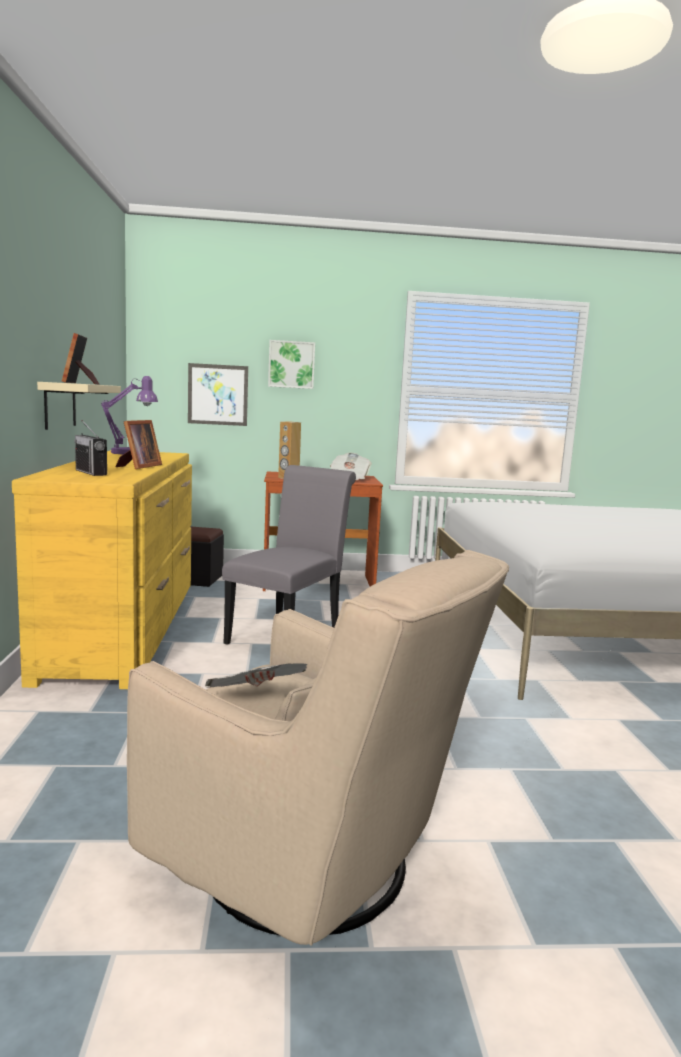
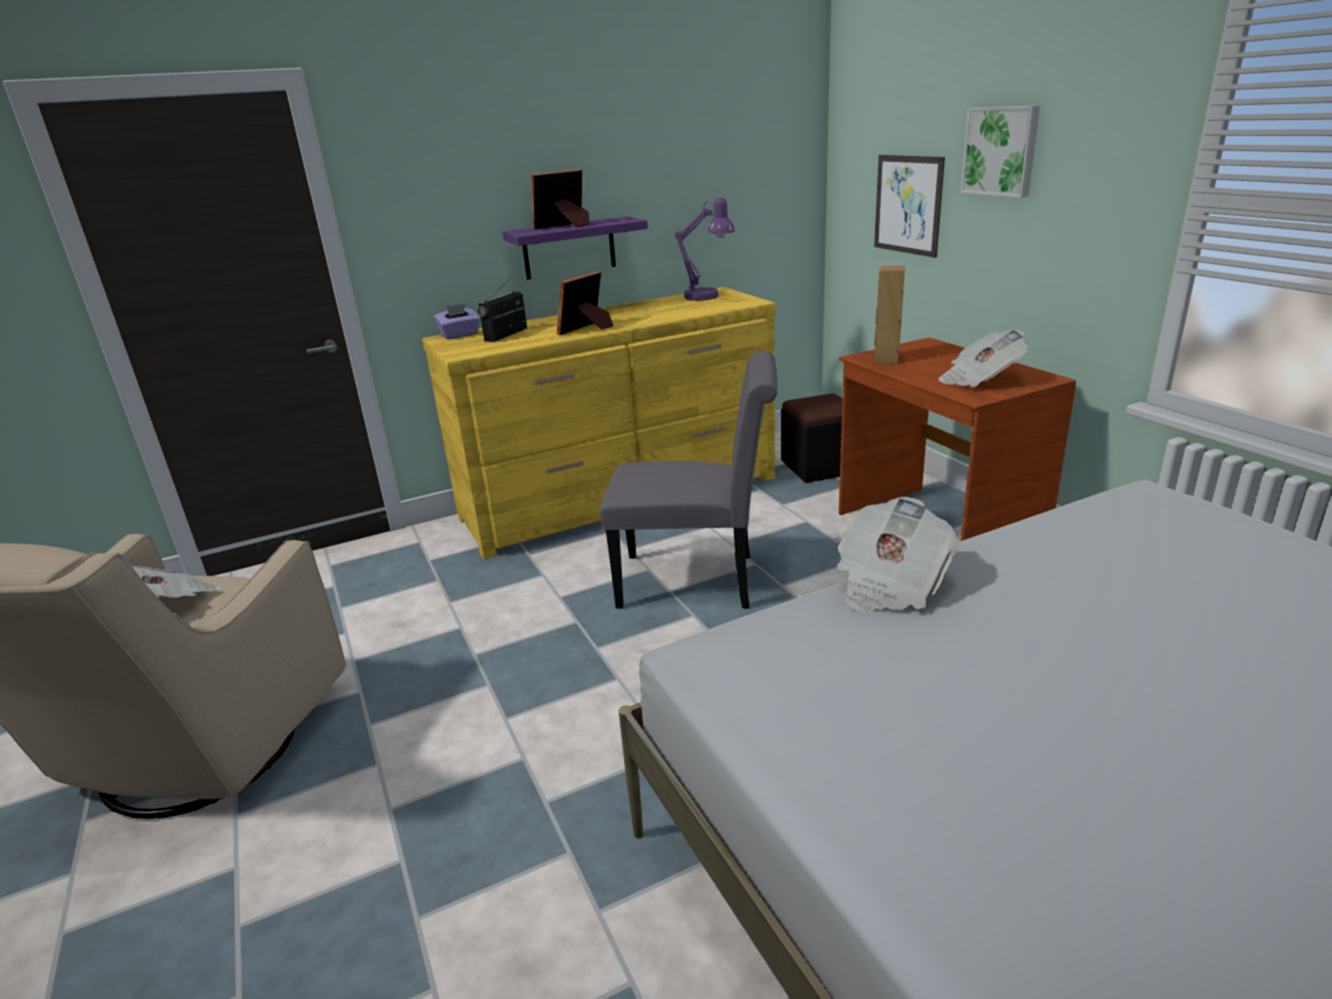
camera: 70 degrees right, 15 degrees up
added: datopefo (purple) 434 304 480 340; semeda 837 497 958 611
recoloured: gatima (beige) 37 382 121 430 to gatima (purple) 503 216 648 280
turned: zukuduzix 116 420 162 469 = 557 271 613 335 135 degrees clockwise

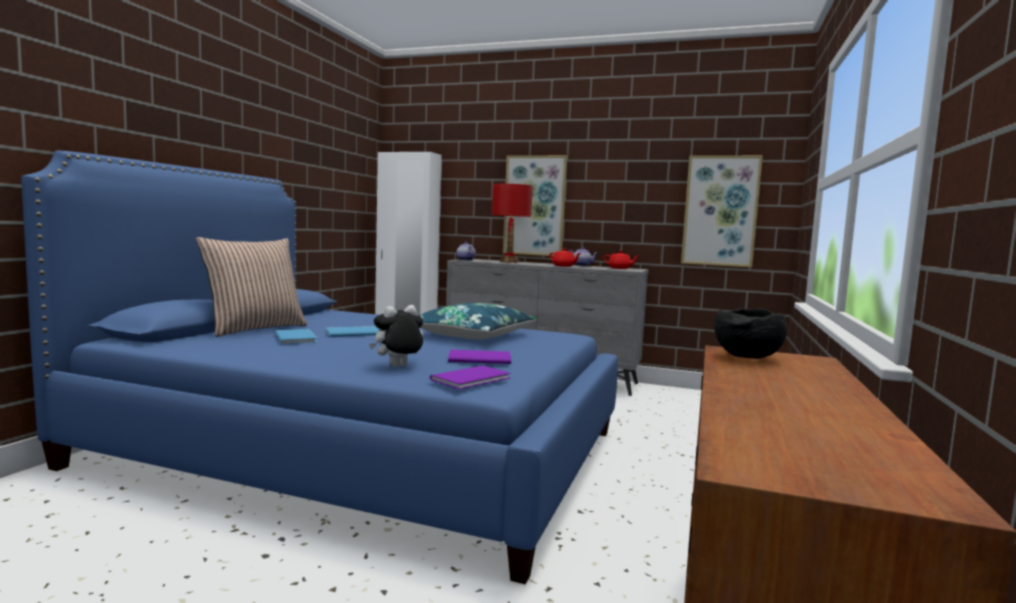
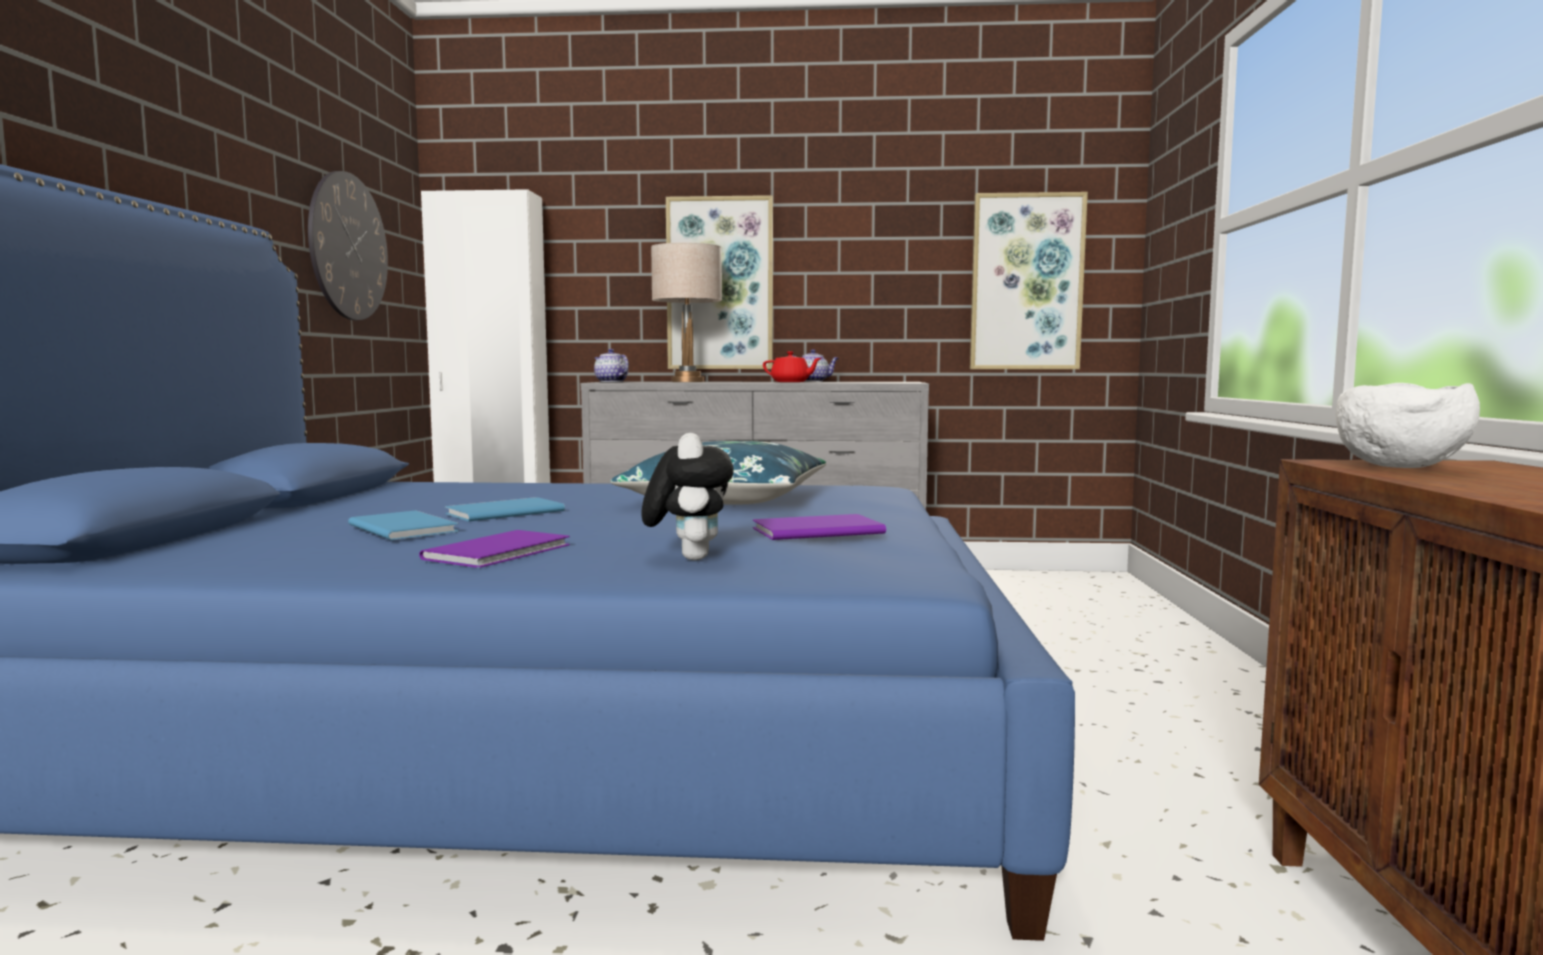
camera: 15 degrees left, 0 degrees up
removed: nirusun 196 237 307 337; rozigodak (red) 603 251 640 269
added: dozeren 308 171 388 320
moved: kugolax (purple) 430 366 510 389 to 419 530 570 568
recoloured: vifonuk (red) 491 184 533 263 to vifonuk (beige) 651 243 722 382; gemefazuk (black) 714 308 787 359 to gemefazuk (white) 1336 383 1480 468
turned: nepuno 369 305 423 367 = 641 433 734 560 135 degrees clockwise

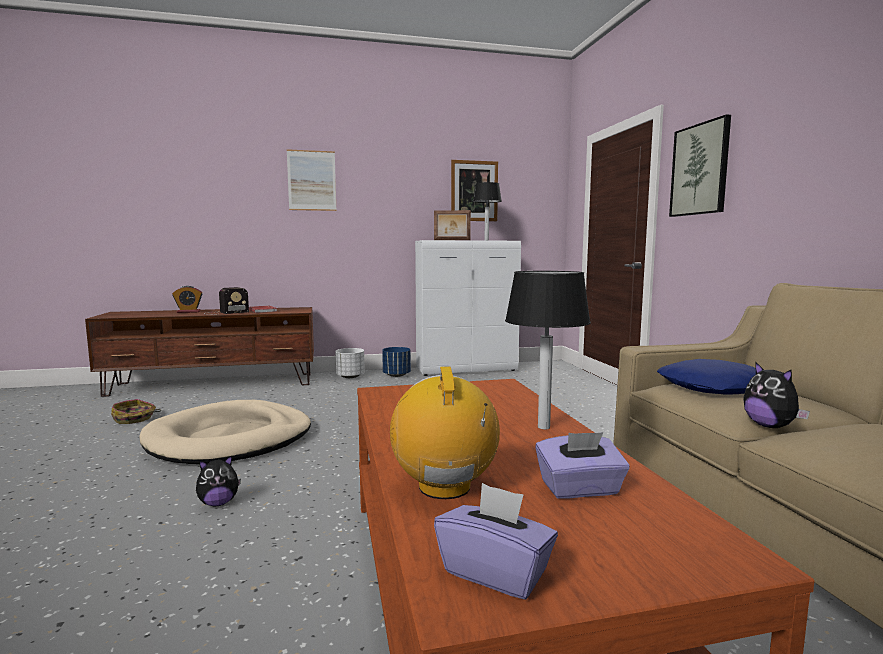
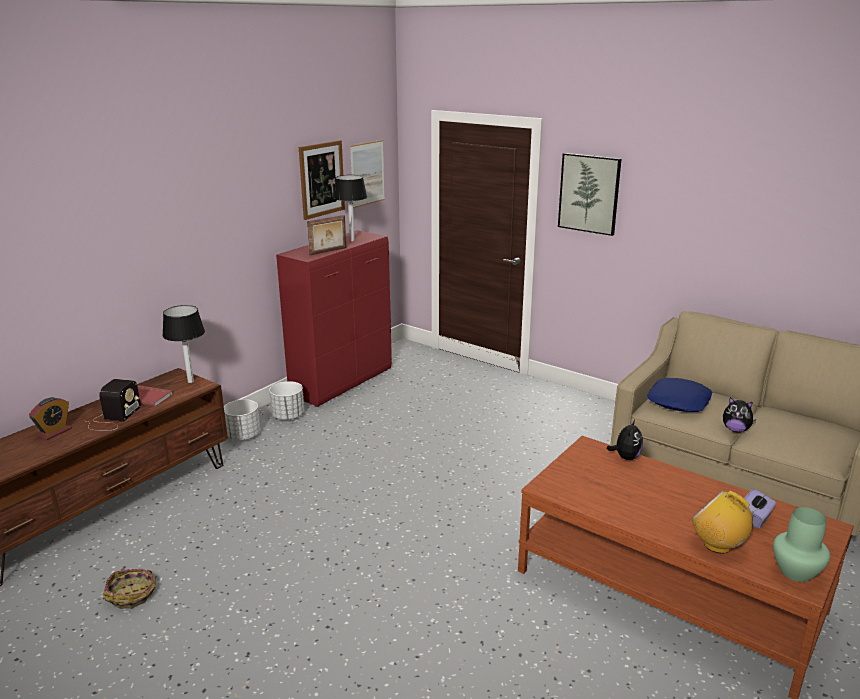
camera: 40 degrees left, 15 degrees up
removed: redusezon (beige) 139 400 311 464
moved: vifonuk 505 271 591 429 to 162 305 205 383; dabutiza 287 149 336 211 to 350 140 385 208; nepuno 196 455 241 506 to 606 420 643 460
replaced: datopefo (purple) 434 483 558 599 to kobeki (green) 773 507 830 582
recoloured: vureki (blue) 382 347 411 377 to vureki (white) 269 381 304 420; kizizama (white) 415 240 521 376 to kizizama (red) 276 230 392 407

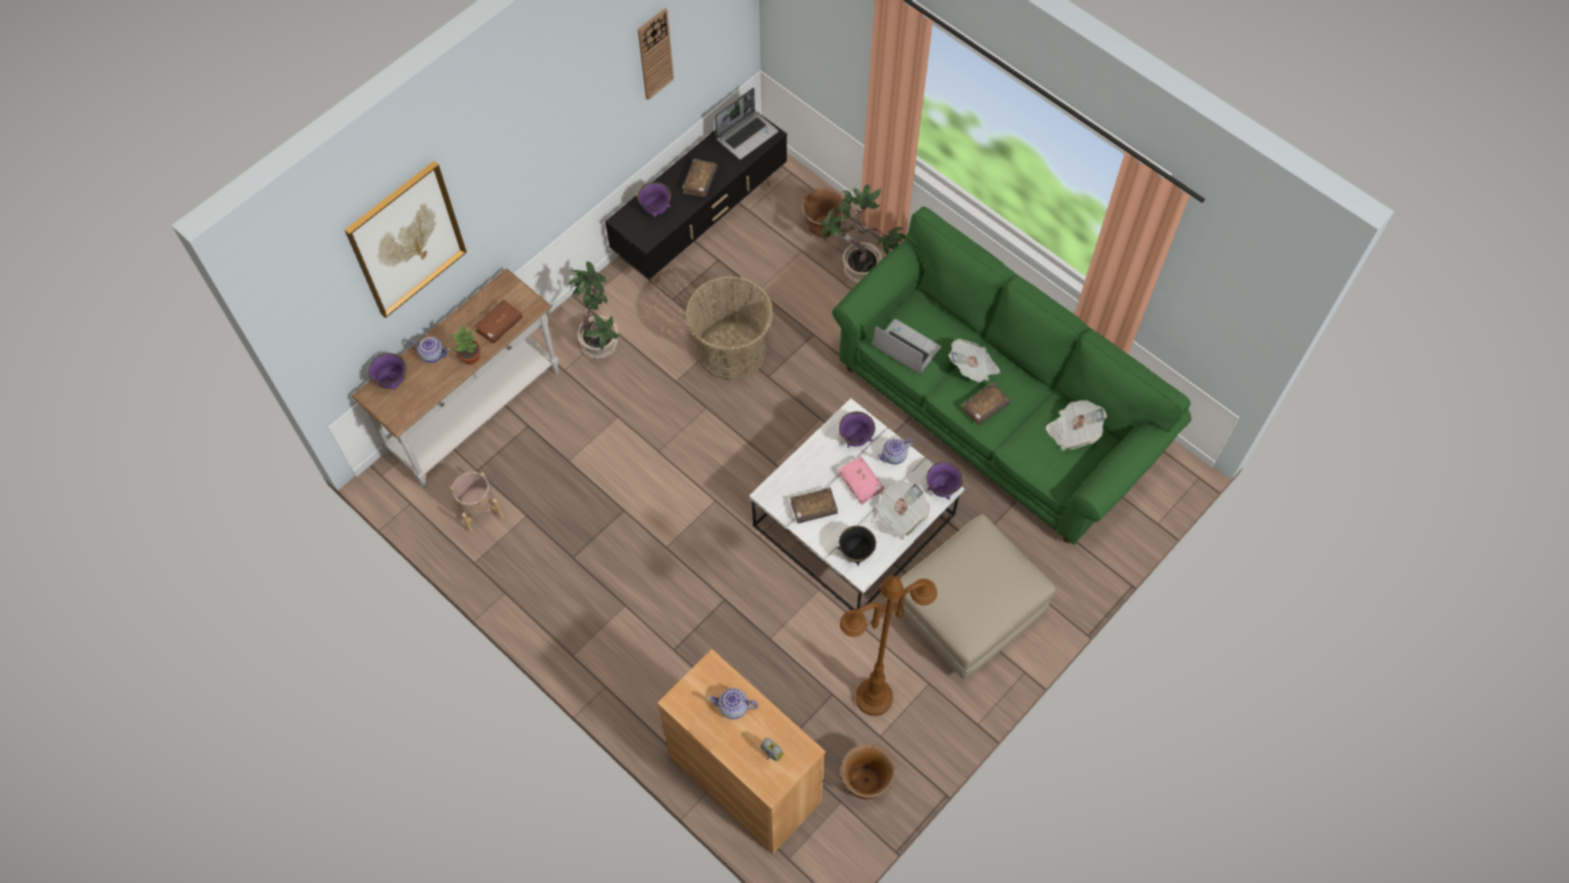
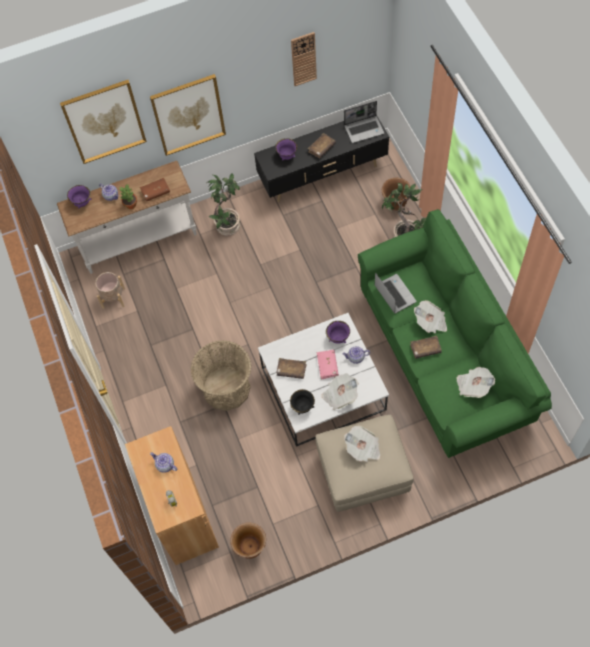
camera: 30 degrees right, 0 degrees up
removed: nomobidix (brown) 840 576 937 716; gemefazuk (purple) 926 462 964 500
added: dabutiza 150 74 226 156; semeda 344 425 380 462
moved: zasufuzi 686 276 774 381 to 190 340 251 411

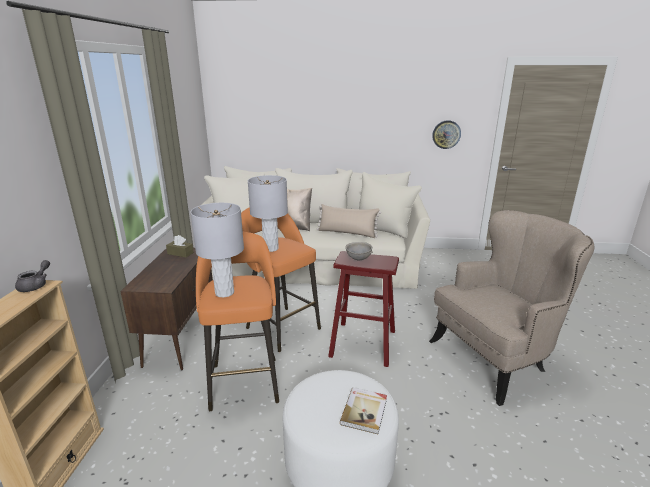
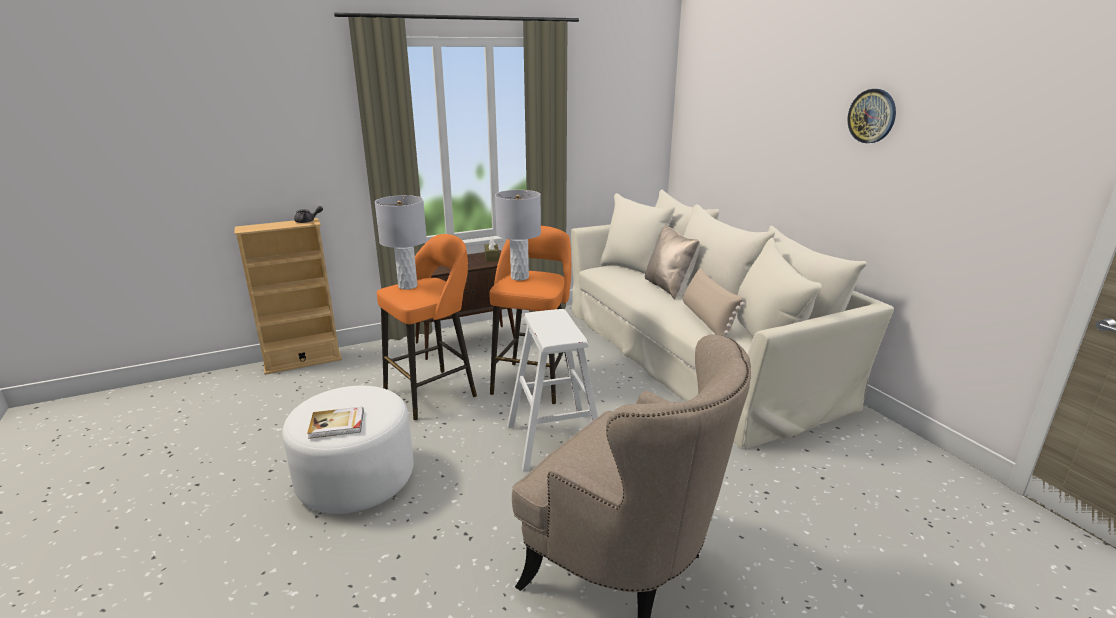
camera: 60 degrees right, 0 degrees up
removed: gemefazuk (grey) 345 242 373 260
moved: dozeren 432 120 461 149 to 847 89 896 143
recoloured: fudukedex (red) 328 251 399 367 to fudukedex (white) 507 309 598 471

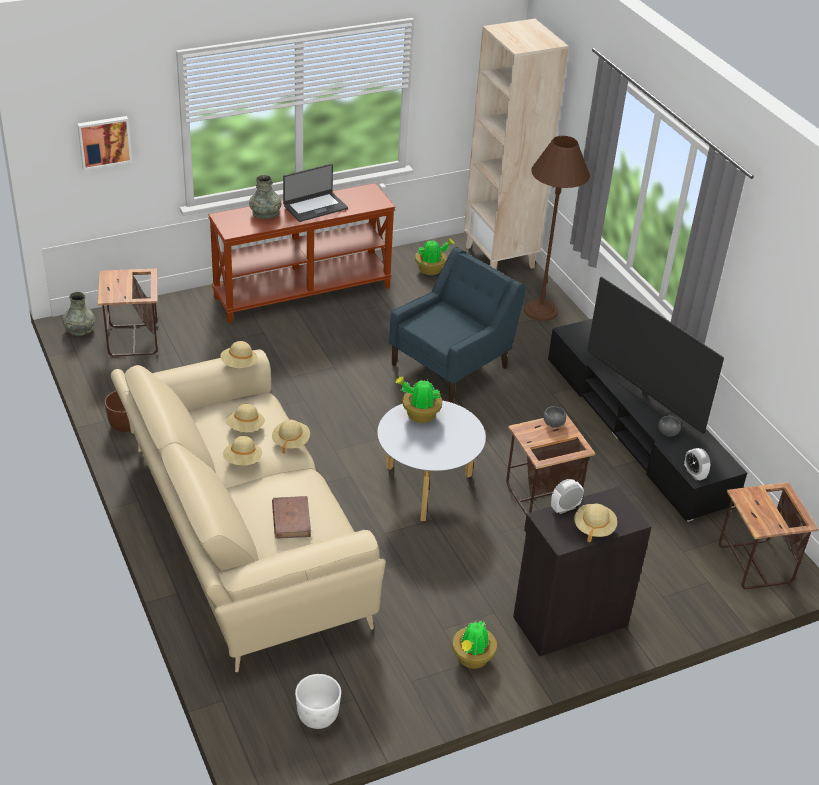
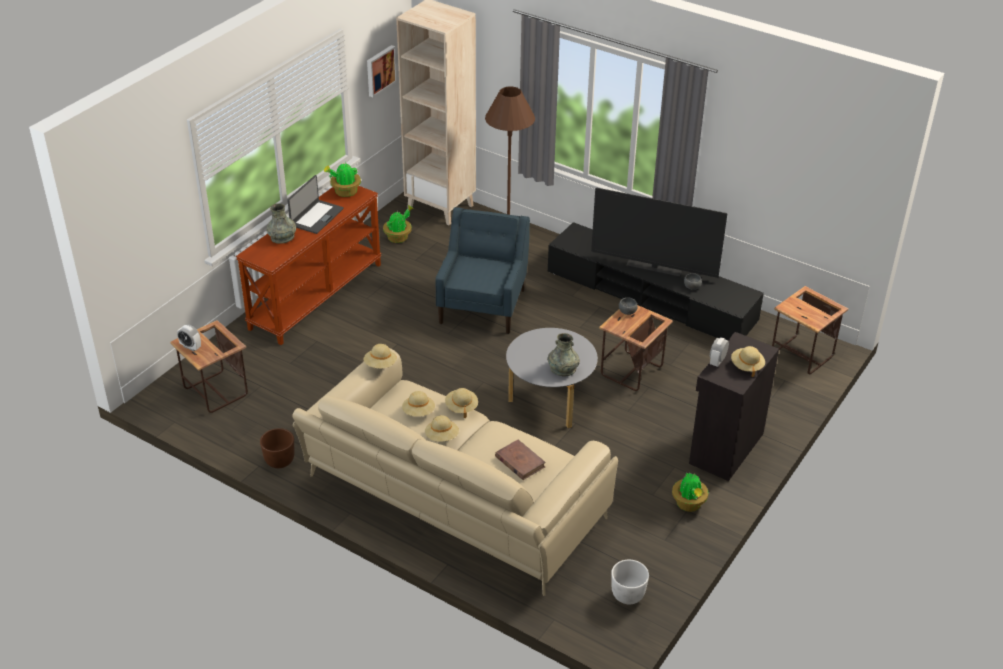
camera: 30 degrees left, 0 degrees up
moved: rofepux 684 448 711 481 to 177 325 201 351; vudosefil 396 376 442 423 to 324 163 361 197; dabutiza 77 116 132 170 to 367 45 397 97; kobeki (grey) 62 292 95 336 to 547 333 580 377

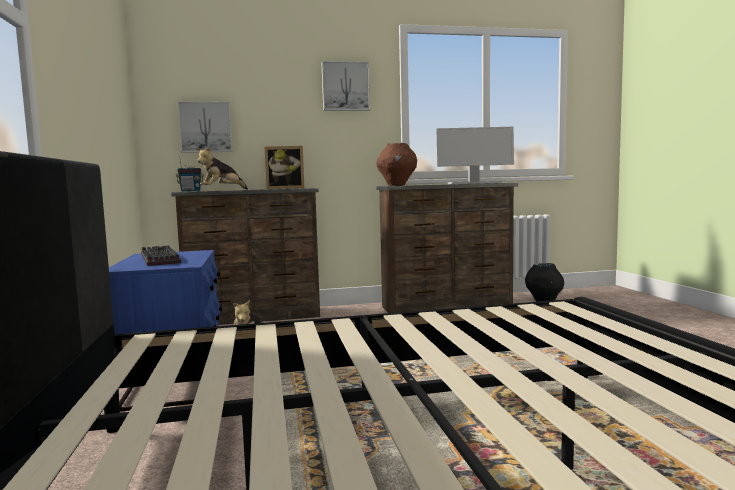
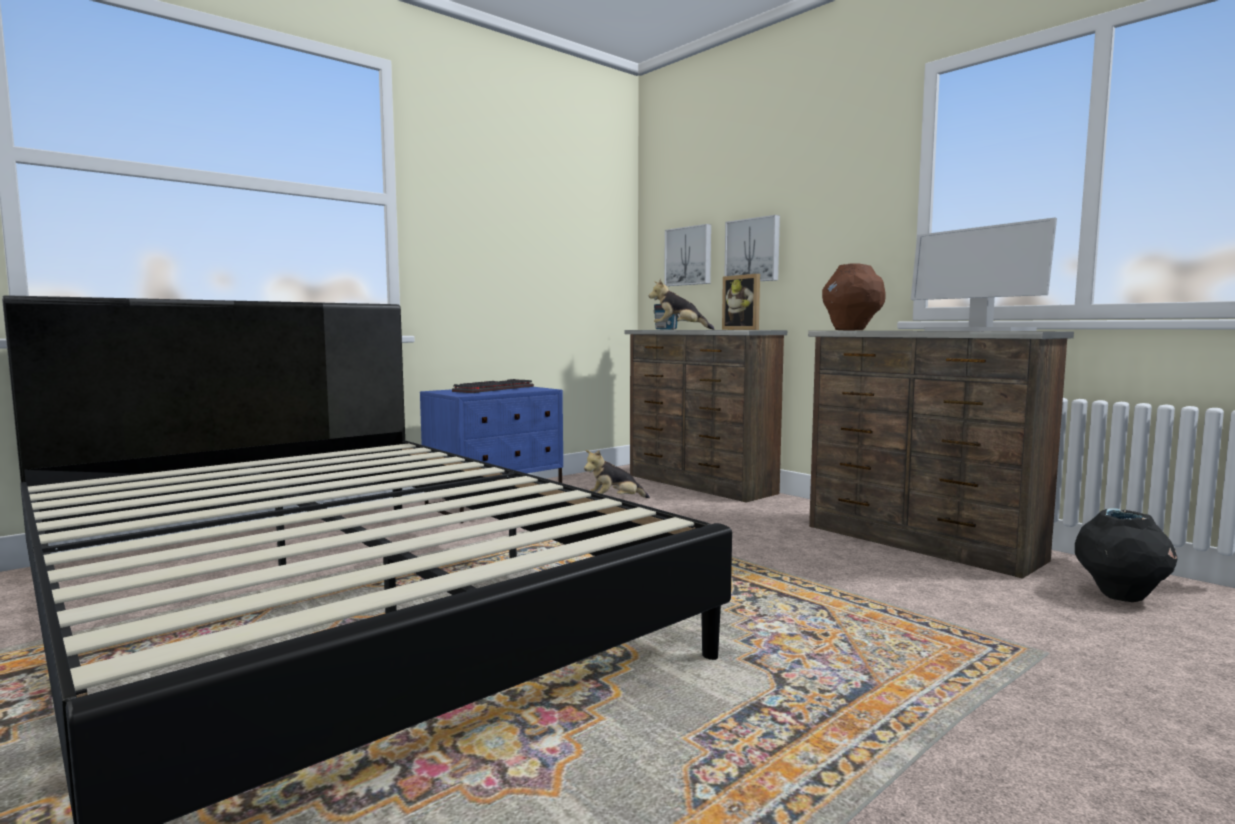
camera: 60 degrees right, 0 degrees up
moved: dabutiza 321 61 370 111 to 724 215 780 281

